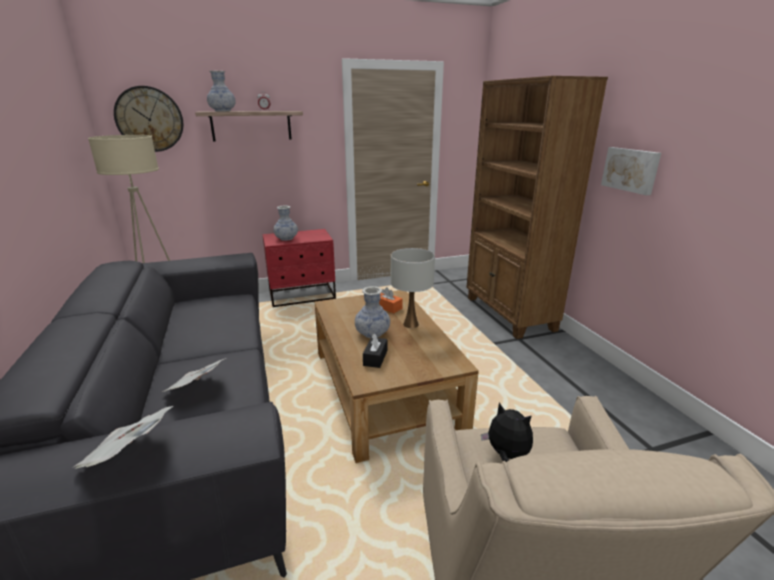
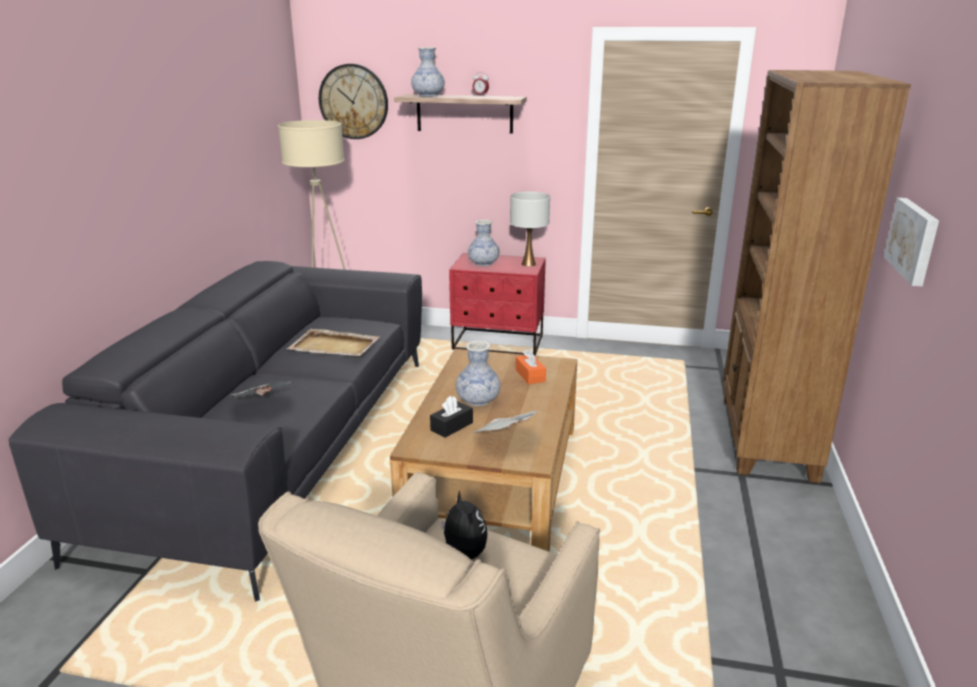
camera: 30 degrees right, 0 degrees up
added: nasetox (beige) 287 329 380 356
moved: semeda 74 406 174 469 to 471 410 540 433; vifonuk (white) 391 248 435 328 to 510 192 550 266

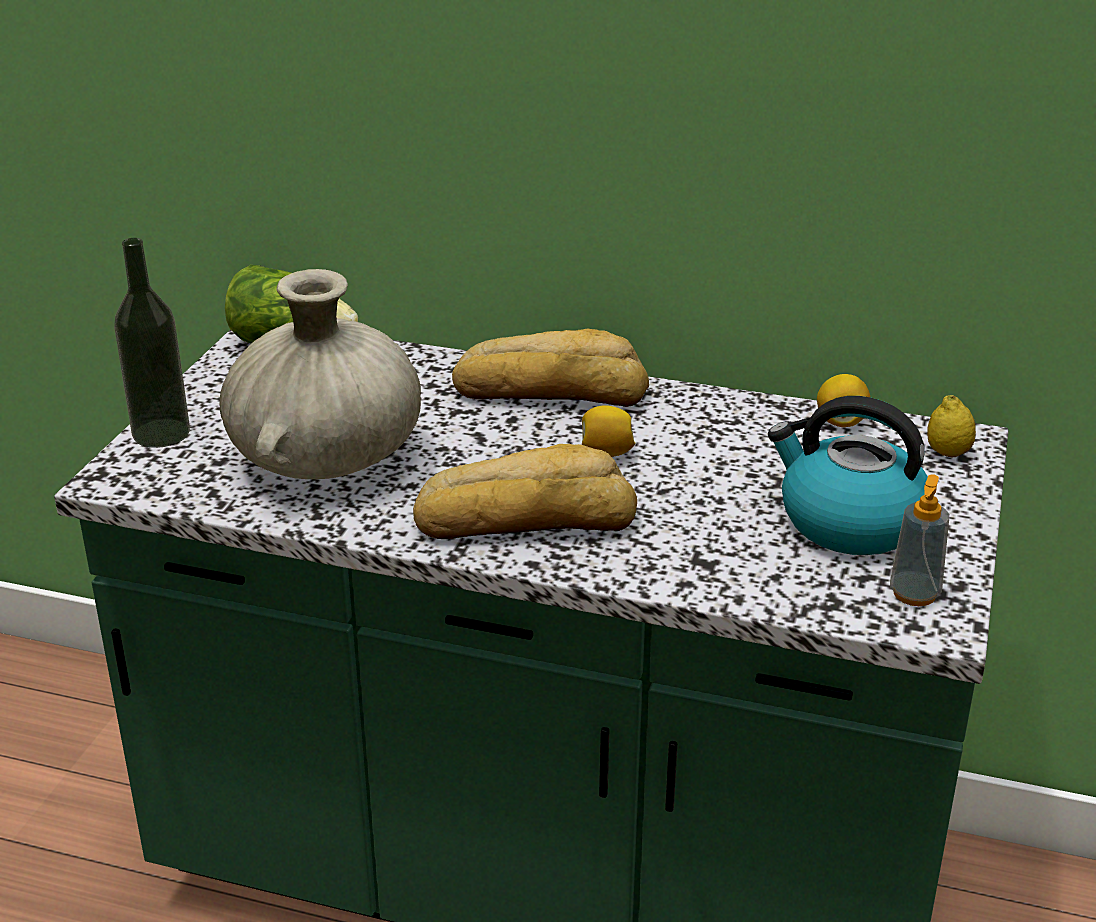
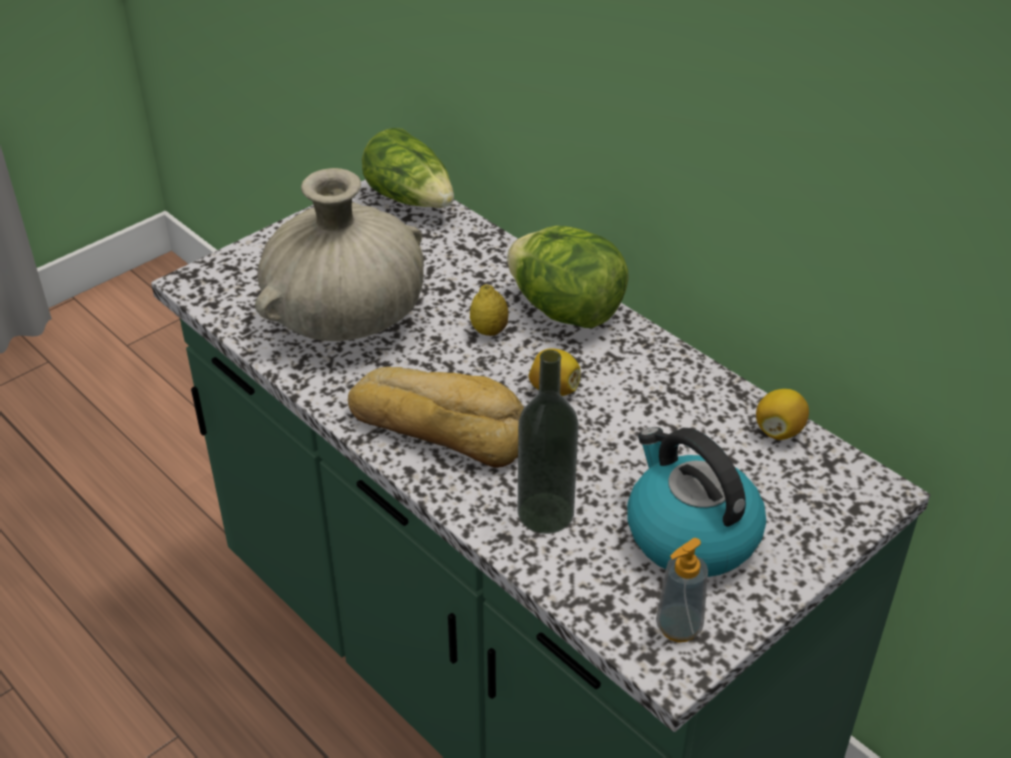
camera: 30 degrees right, 10 degrees up
moved: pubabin 927 395 976 457 to 470 284 509 336; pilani 114 238 190 448 to 518 350 579 534
replaced: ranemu 452 328 649 407 to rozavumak 507 226 629 328

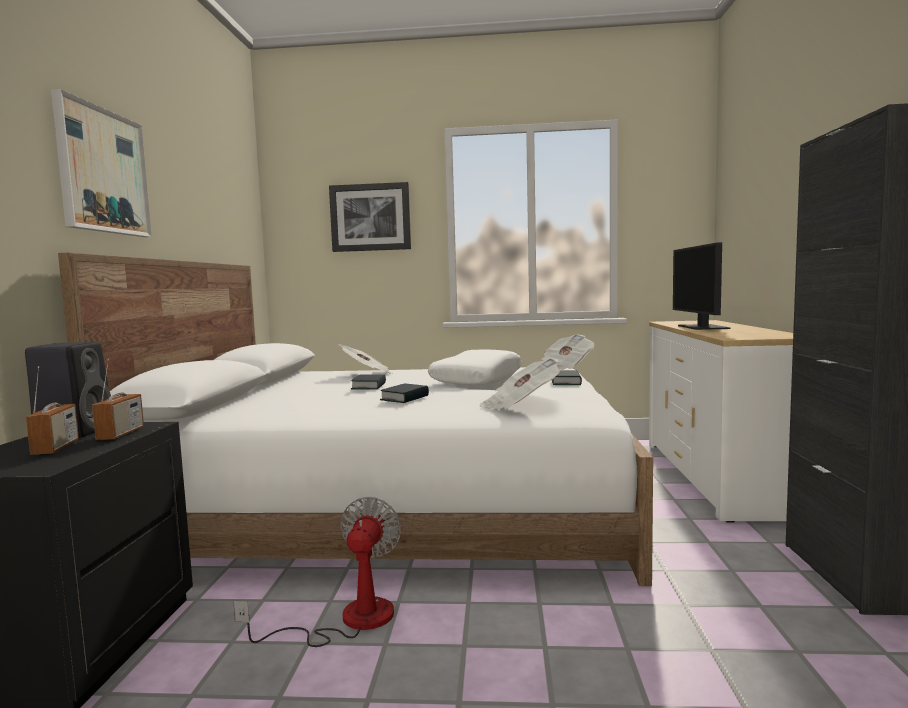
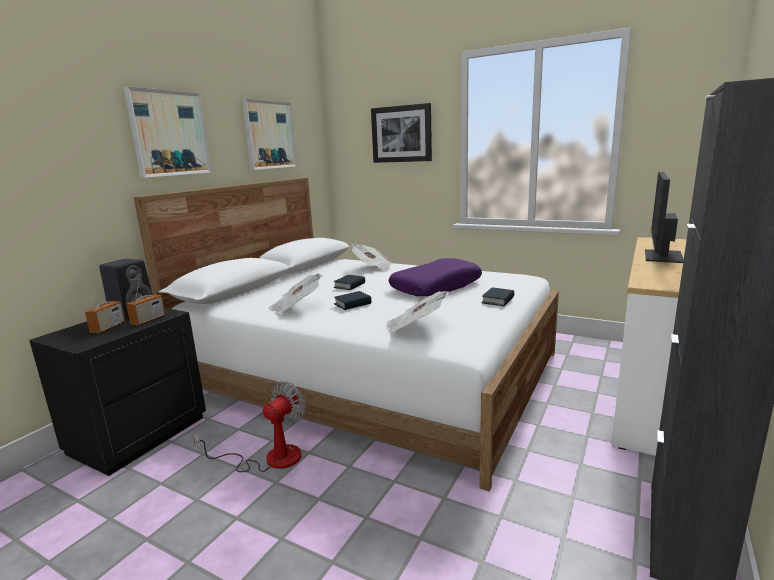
camera: 25 degrees right, 10 degrees up
added: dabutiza 242 98 297 170
moved: semeda 542 335 594 370 to 269 274 322 313
recoloured: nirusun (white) 428 349 522 385 to nirusun (purple) 389 258 482 296

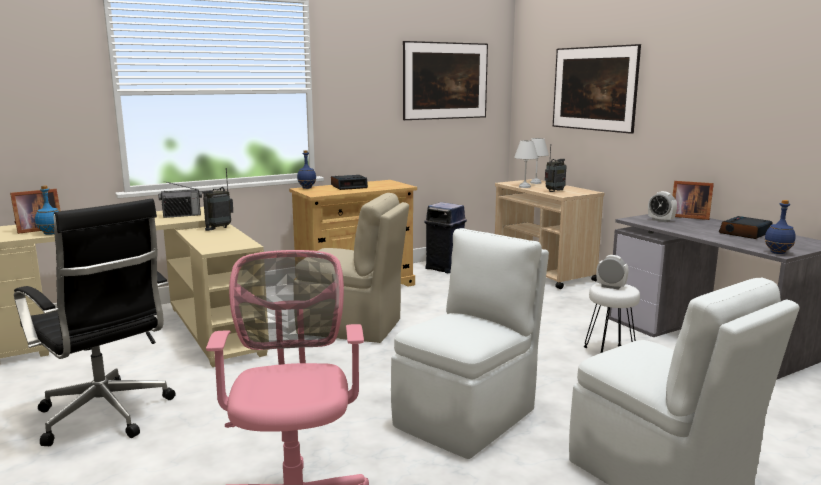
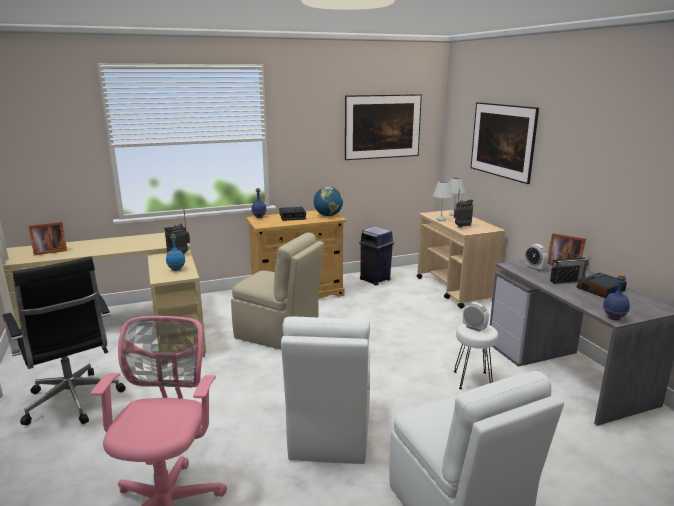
camera: 10 degrees right, 5 degrees up
added: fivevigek 314 187 343 216
moved: pilani (blue) 35 186 59 235 to 166 234 185 271; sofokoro 158 181 202 218 to 550 251 589 284
turned: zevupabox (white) 391 228 549 459 = 281 317 370 464 135 degrees clockwise

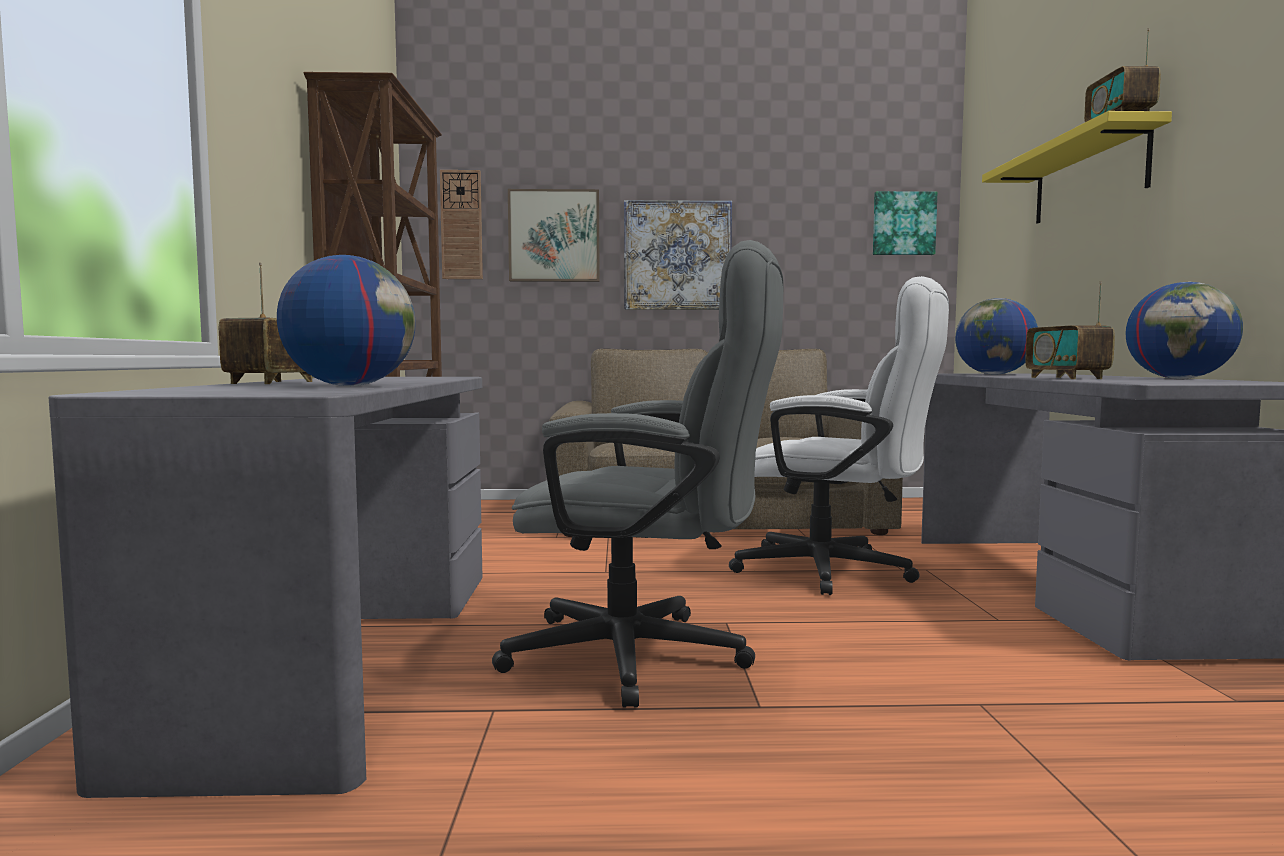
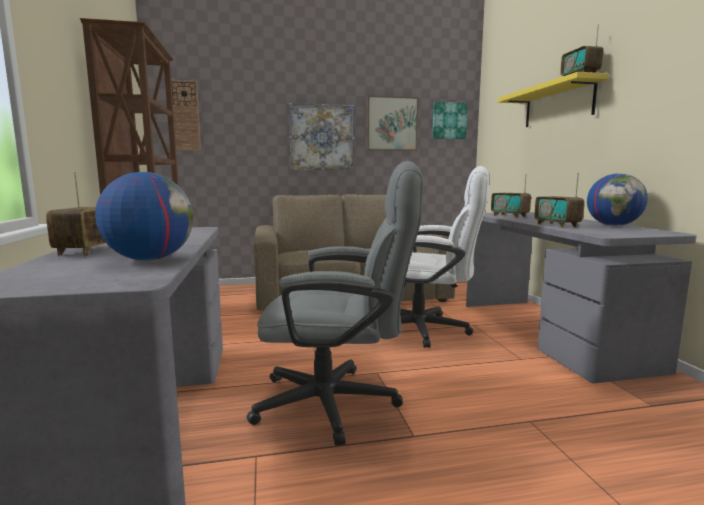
camera: 10 degrees left, 5 degrees up
moved: dabutiza 508 189 600 282 to 367 95 418 151
replaced: fivevigek 955 298 1038 375 to sofokoro 491 174 531 218

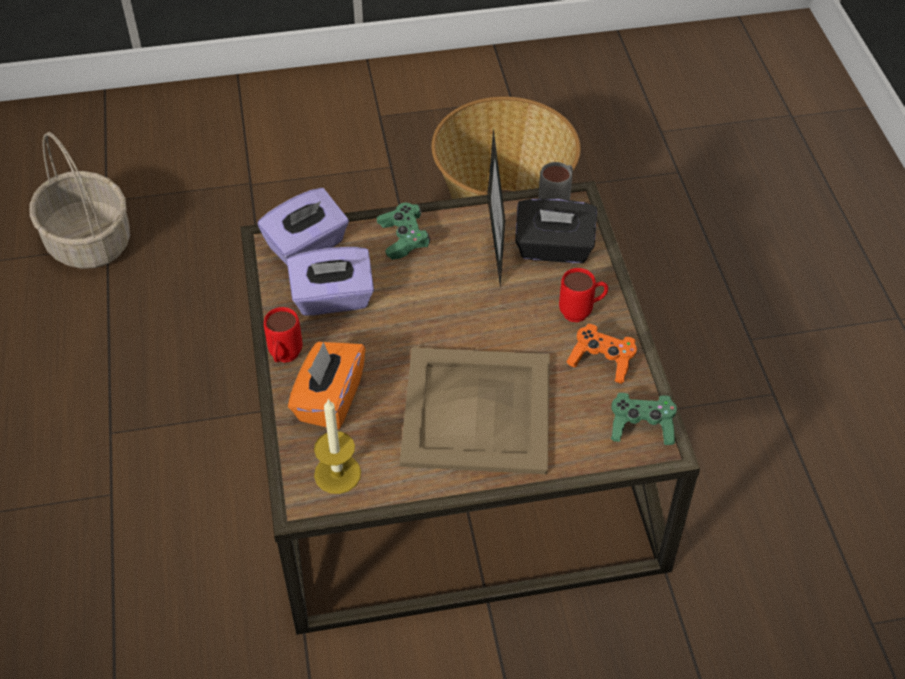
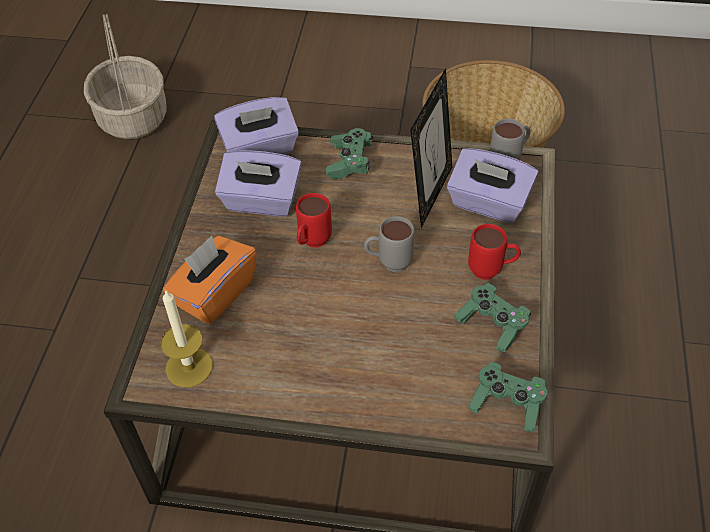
camera: 20 degrees right, 0 degrees up
removed: nasetox (beige) 400 347 550 474
added: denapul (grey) 364 216 415 272
moved: denapul (red) 264 307 303 363 to 296 193 332 247
recoloured: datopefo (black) 515 198 597 263 to datopefo (purple) 447 148 538 223; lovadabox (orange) 567 324 637 384 to lovadabox (green) 454 283 531 353

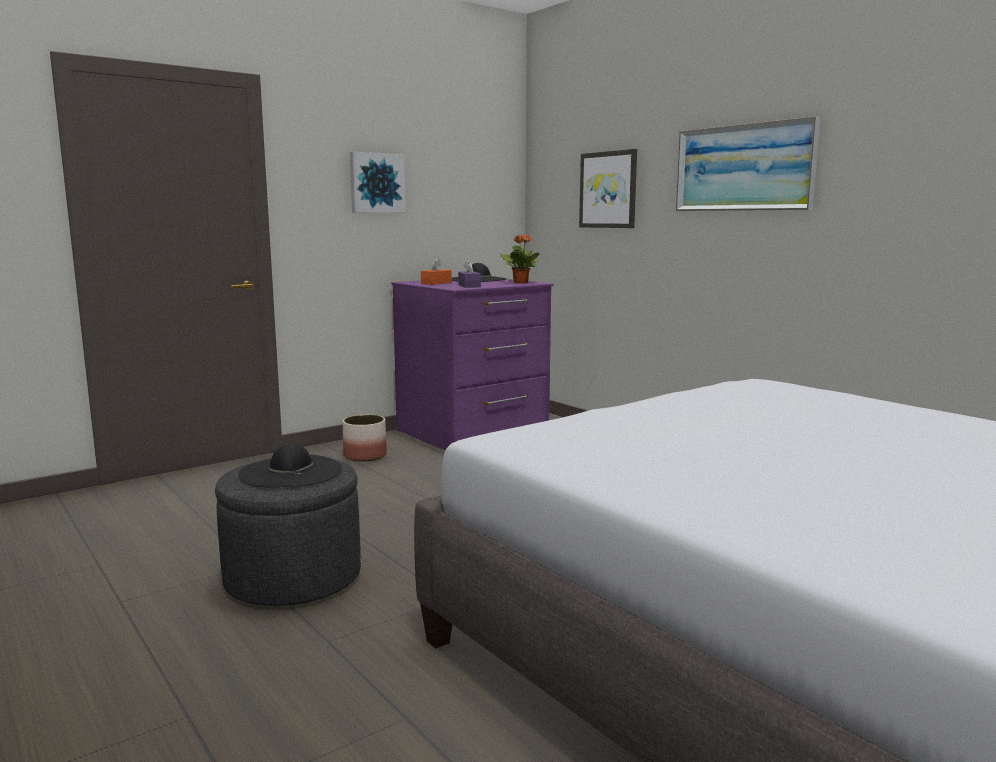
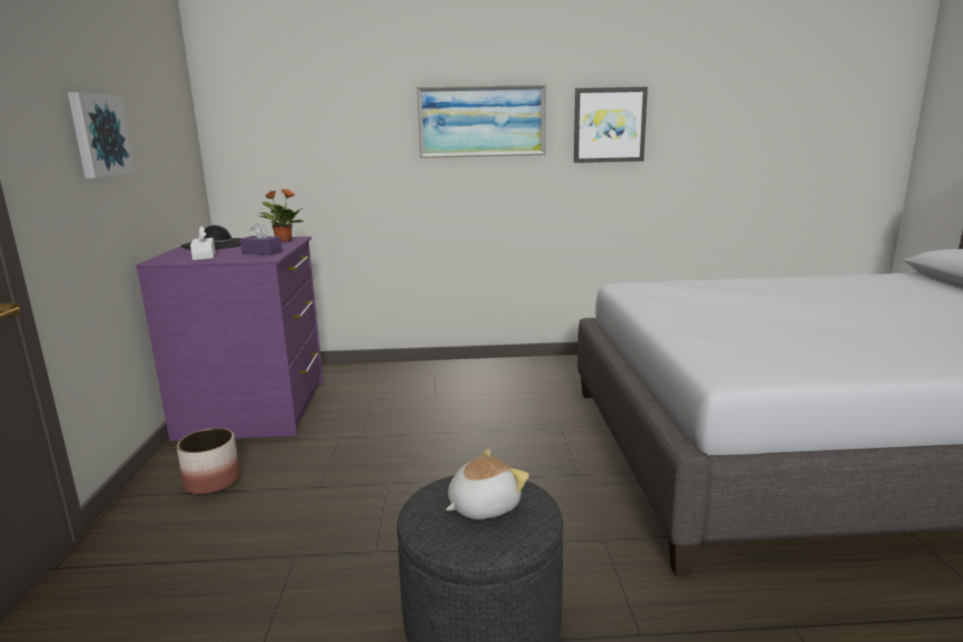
camera: 55 degrees left, 5 degrees up
moved: dabutiza 579 149 637 228 to 574 87 648 163
replaced: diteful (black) 239 443 342 487 to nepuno 446 449 529 520
recoloured: datopefo (orange) 421 258 452 285 to datopefo (white) 190 226 215 260

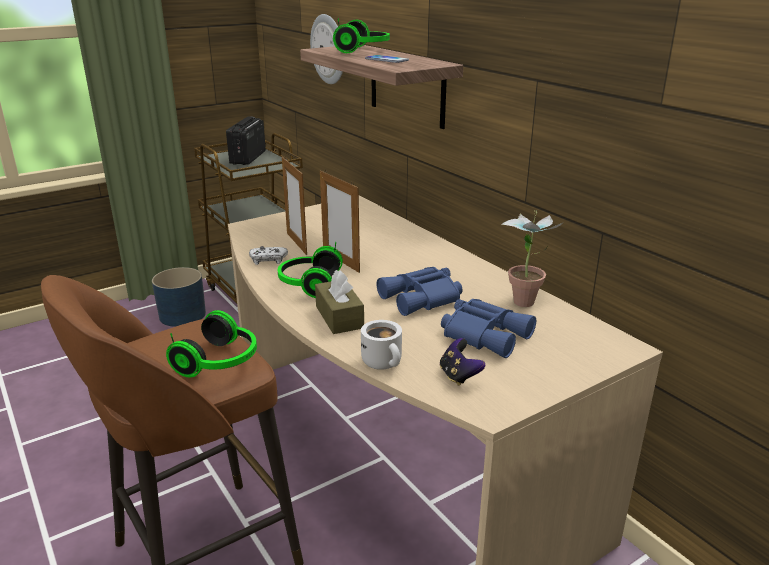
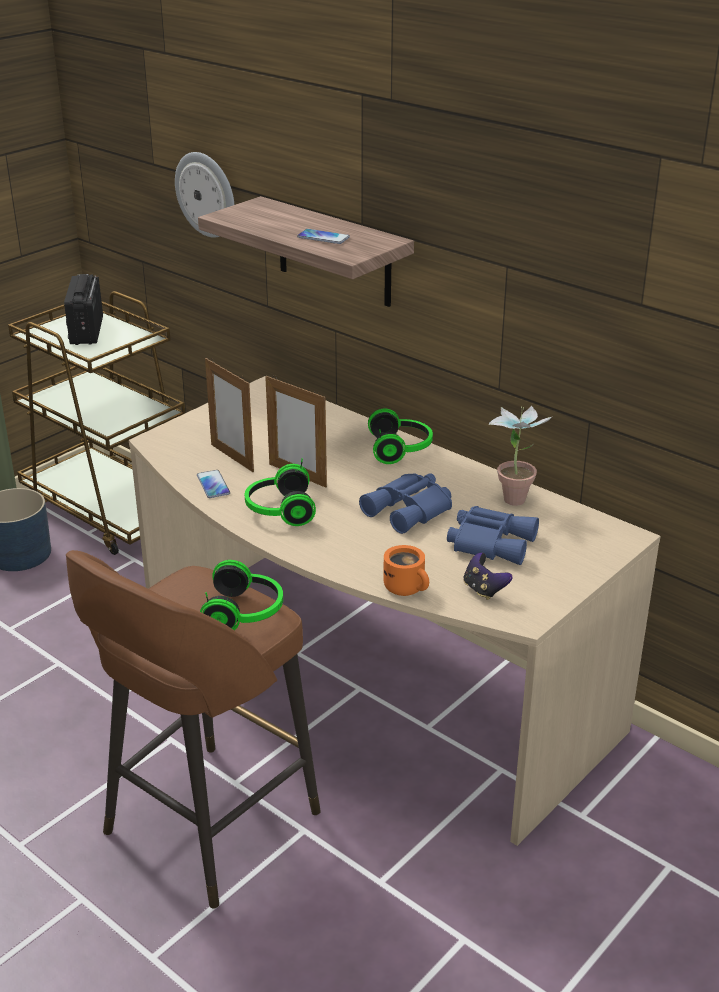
camera: 15 degrees left, 5 degrees up
removed: datopefo (brown) 315 270 364 334
moved: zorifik 333 18 390 53 to 368 408 433 464
replaced: lovadabox (white) 249 246 288 265 to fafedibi 197 470 230 498
recoloured: denapul (white) 361 320 402 370 to denapul (orange) 383 545 429 596

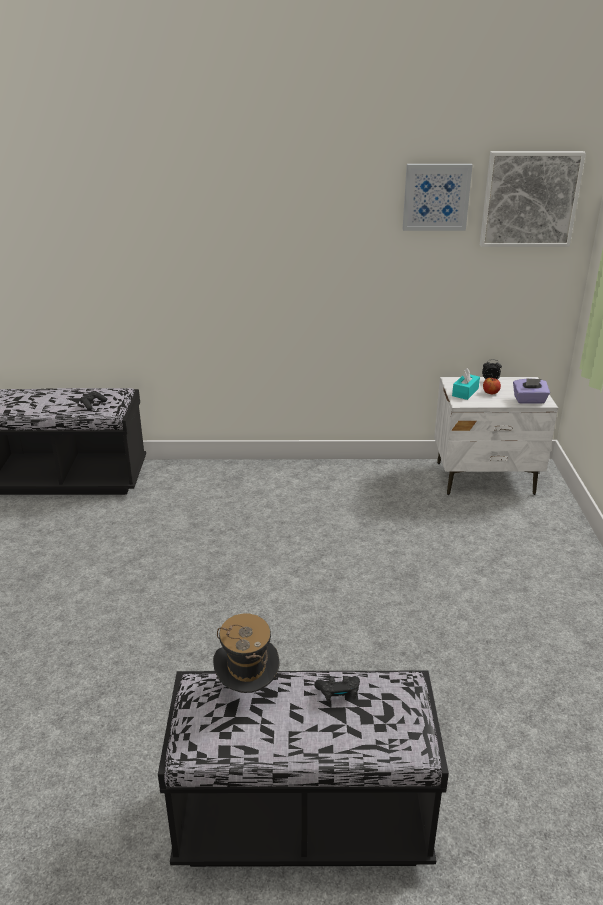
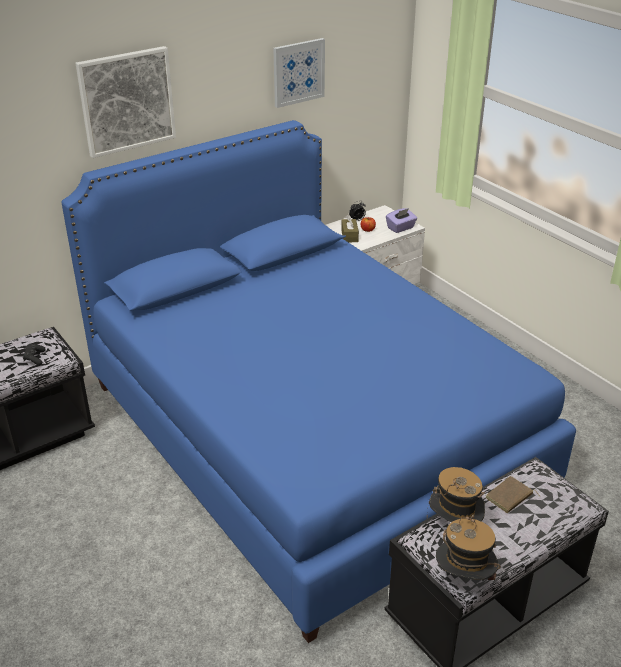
camera: 35 degrees left, 5 degrees up
added: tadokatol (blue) 61 120 576 643; diteful 436 513 501 580
moved: dabutiza 480 151 586 247 to 75 46 176 158
replaced: lovadabox (black) 314 676 360 702 to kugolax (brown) 485 476 541 513
recoloured: datopefo (turquoise) 452 368 480 400 to datopefo (brown) 341 215 359 242

